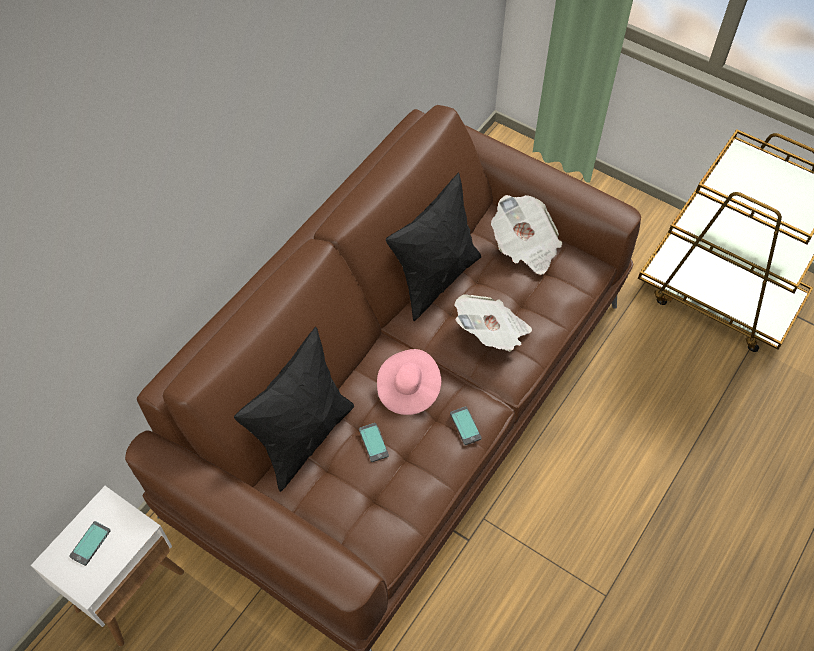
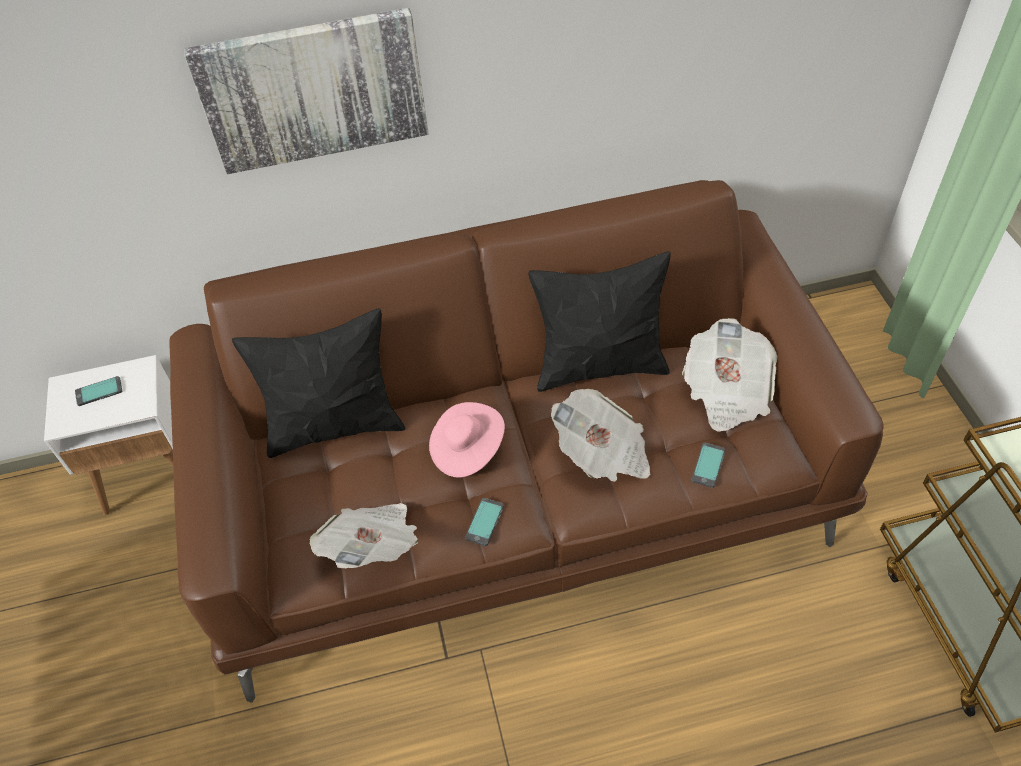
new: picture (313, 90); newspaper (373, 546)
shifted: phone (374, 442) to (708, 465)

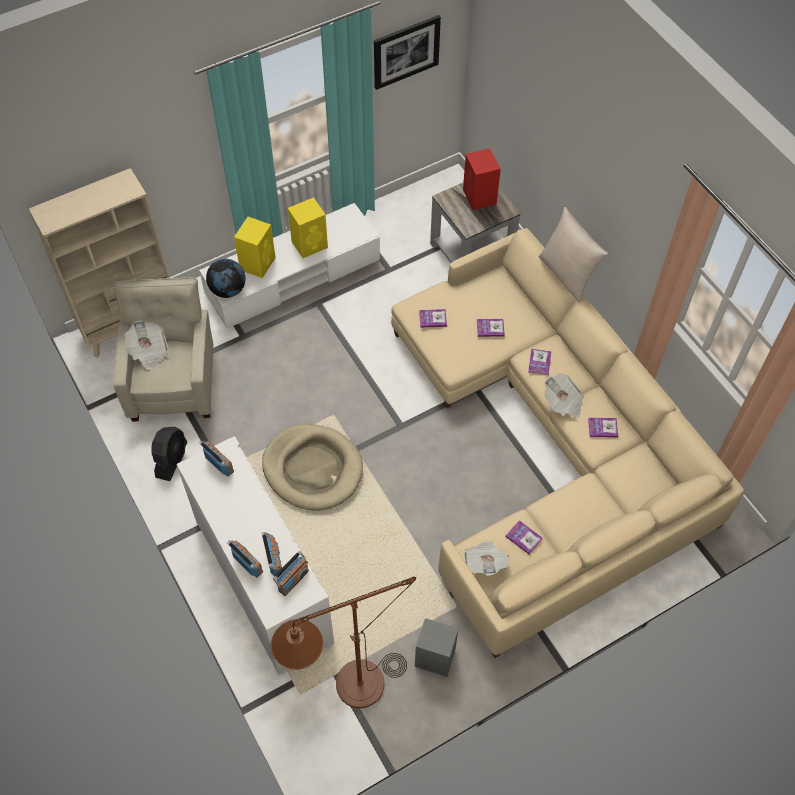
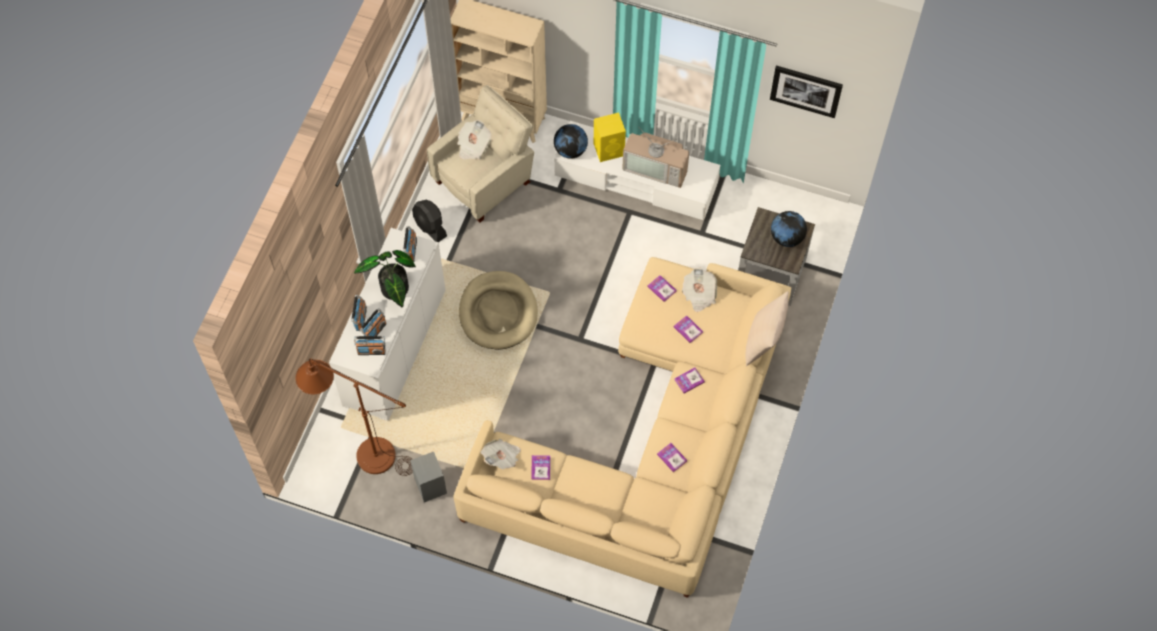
new: potted plant (393, 291)
shifted: newspaper (563, 403) to (699, 295)
swapped: yellow speaker (310, 244) to television (656, 167); red speaker (479, 197) to globe (786, 237)
rotated: black fan (172, 459) = (430, 227) 75 degrees clockwise

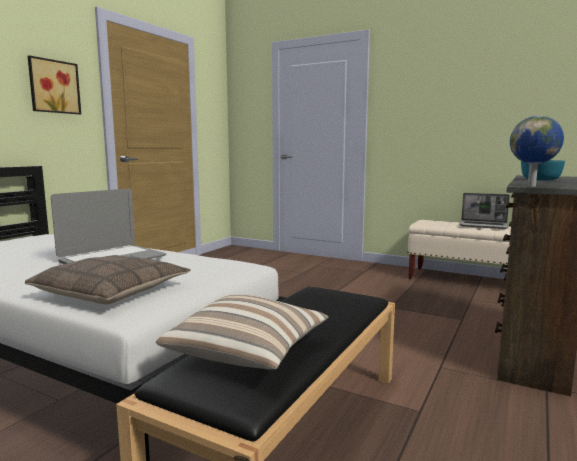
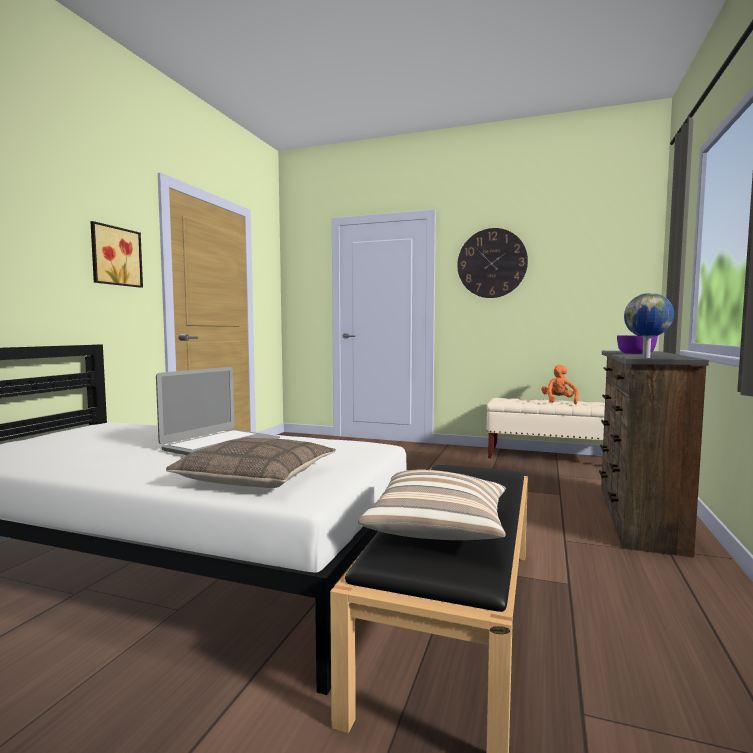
new: wall clock (492, 263)
swapped: laptop (484, 225) to orange plush toy (559, 401)
repainted: turquoise bowl (541, 179) to purple bowl (636, 353)

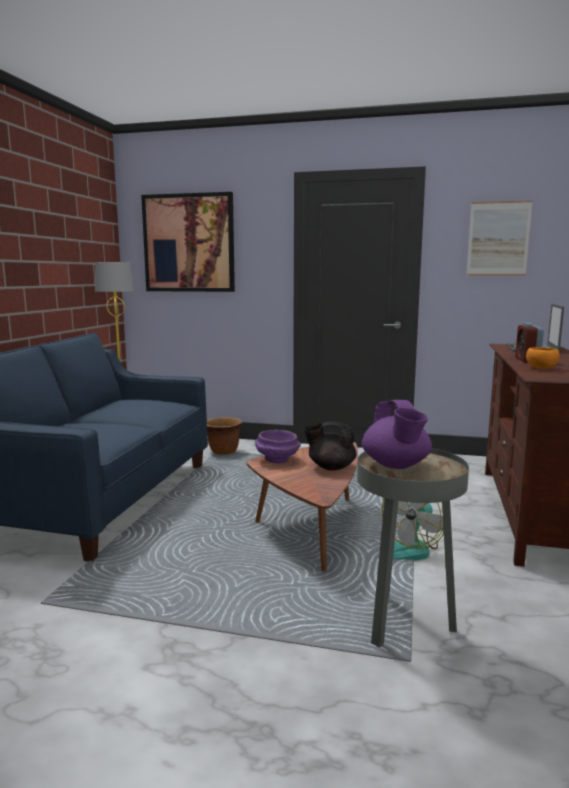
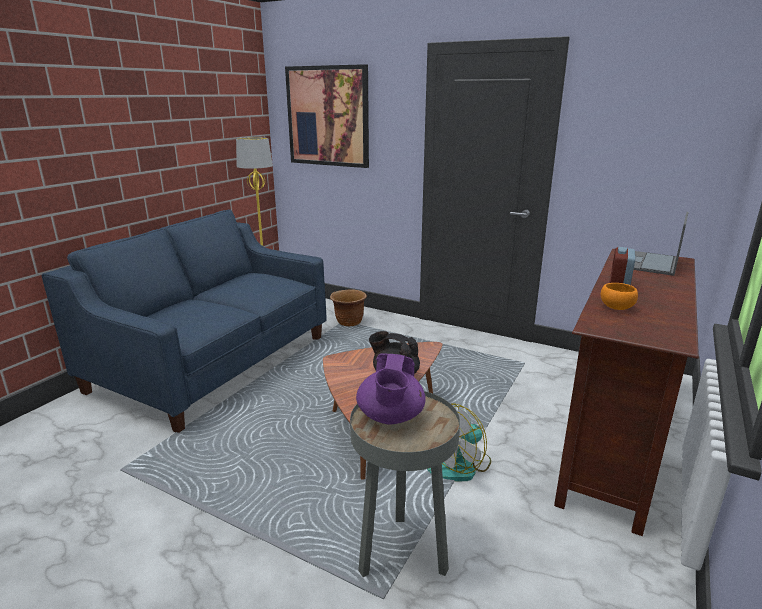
gone: purple bowl (277, 459); picture (498, 238)

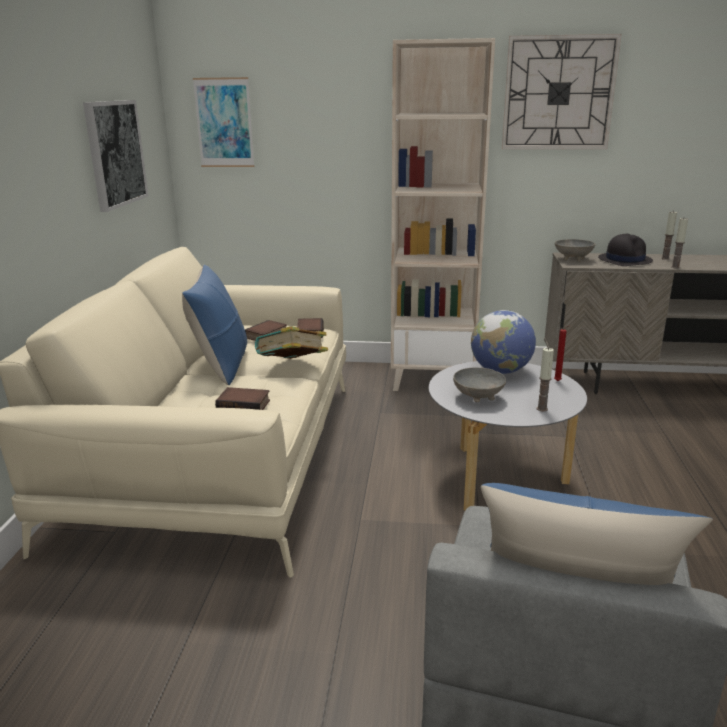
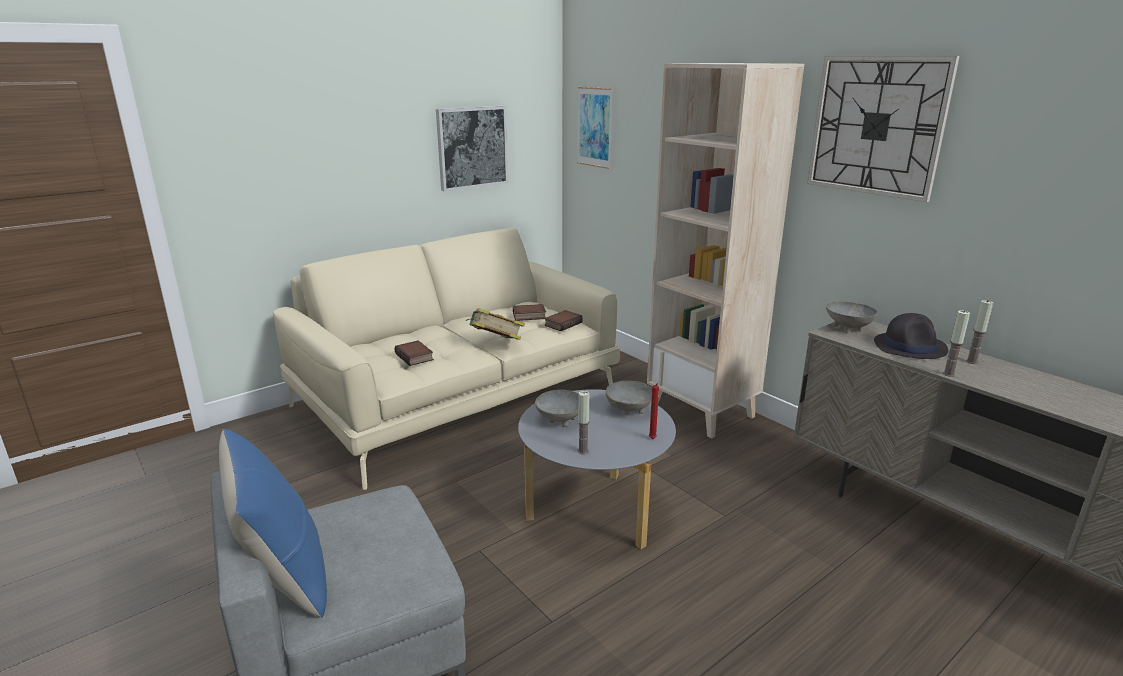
gone: blue pillow (221, 365)
swapped: globe (500, 371) to grey bowl (628, 410)

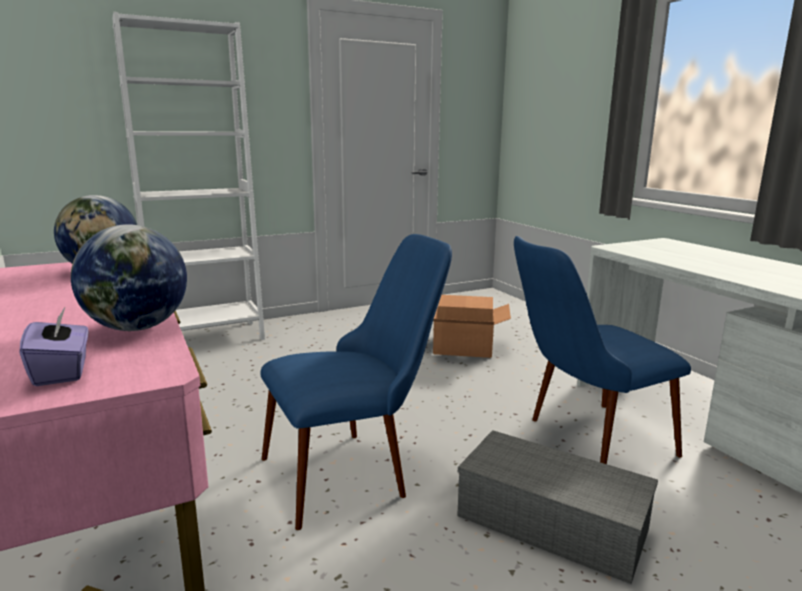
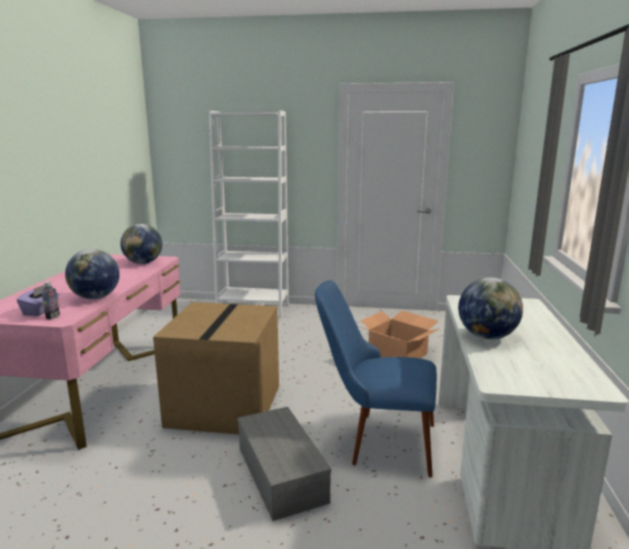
new: bottle (53, 317); globe (487, 336)
swapped: blue chair (355, 469) to cardboard box (225, 406)

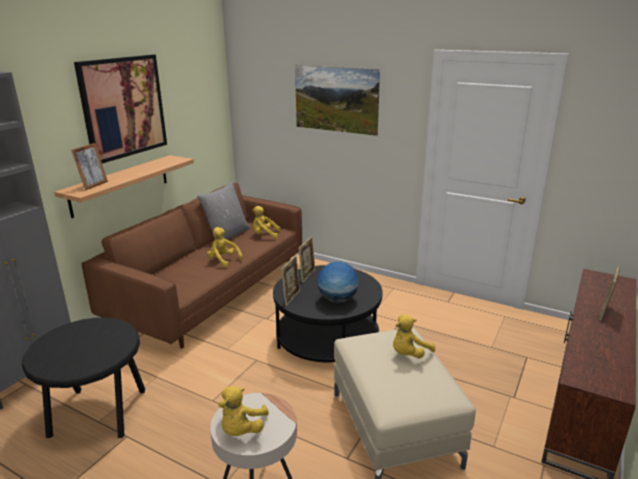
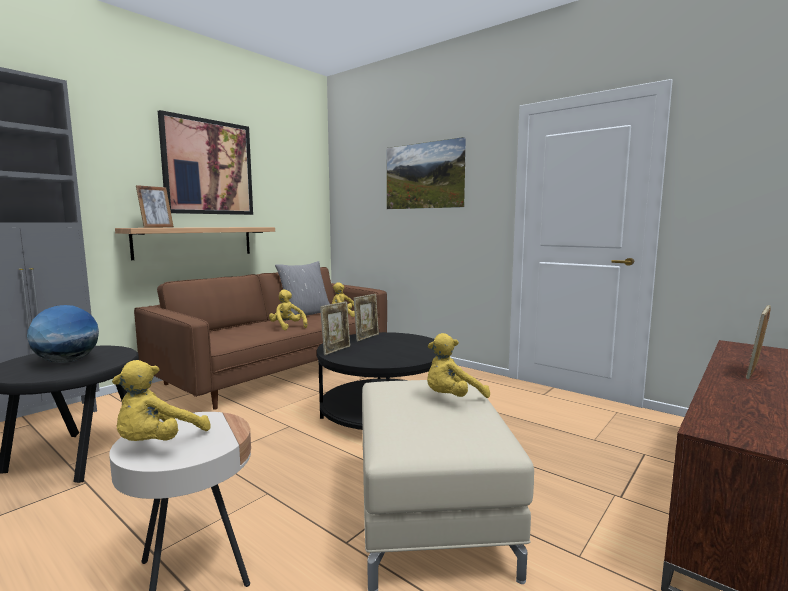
shifted: globe (337, 299) to (67, 361)

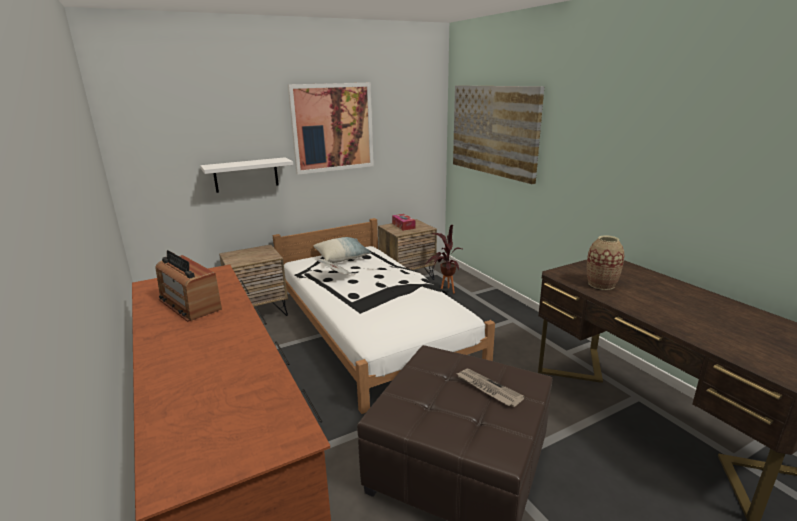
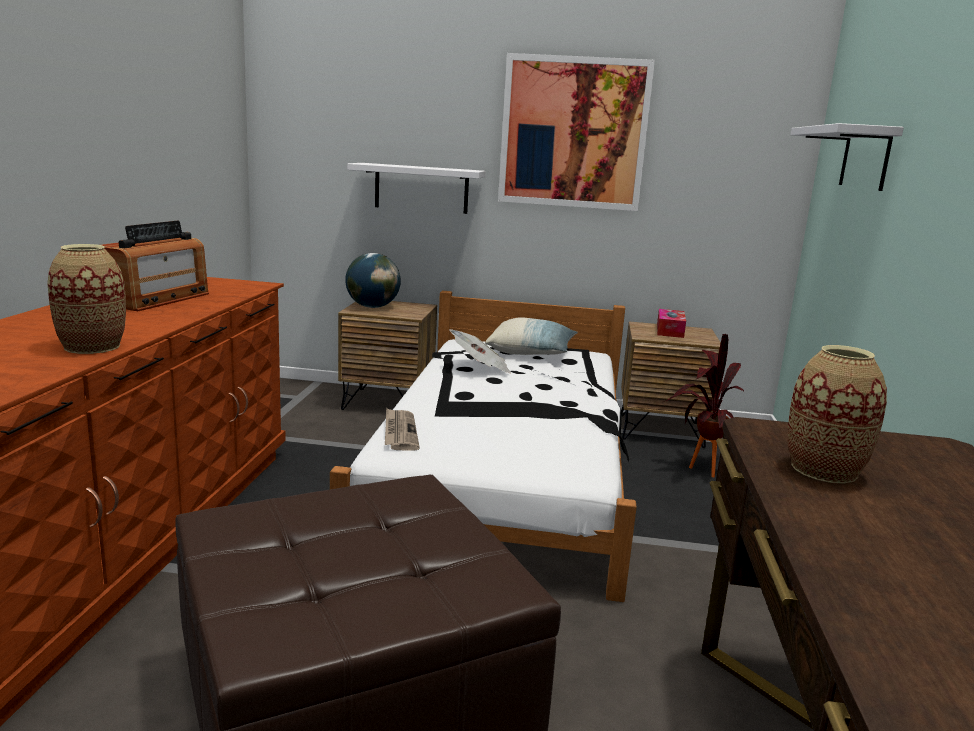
new: vase (92, 347); globe (372, 307)
shifted: newspaper (487, 389) to (399, 432)
swapped: picture (494, 130) to white shelf (865, 158)
rotated: radio (190, 304) = (155, 299) 150 degrees counterclockwise

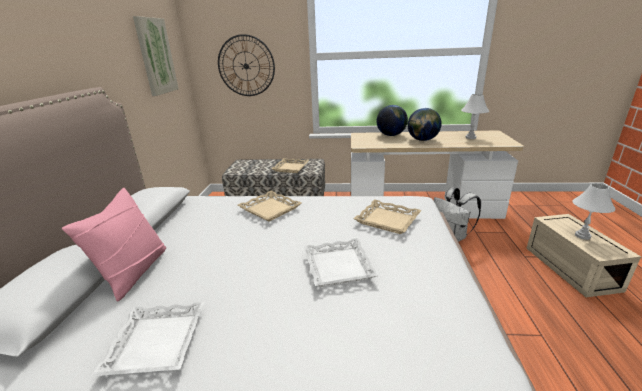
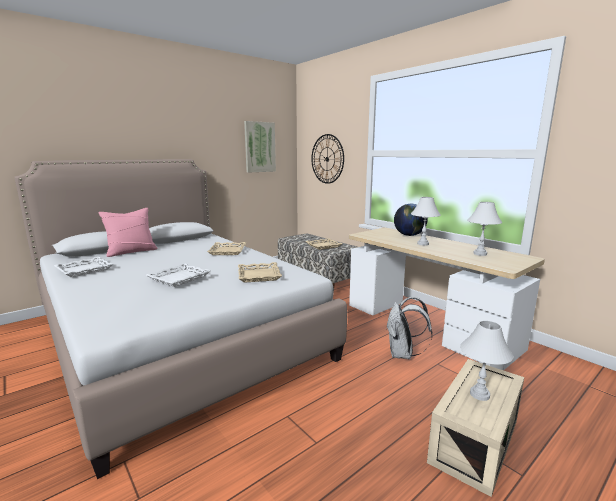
swapped: globe (422, 140) to white table lamp (423, 244)

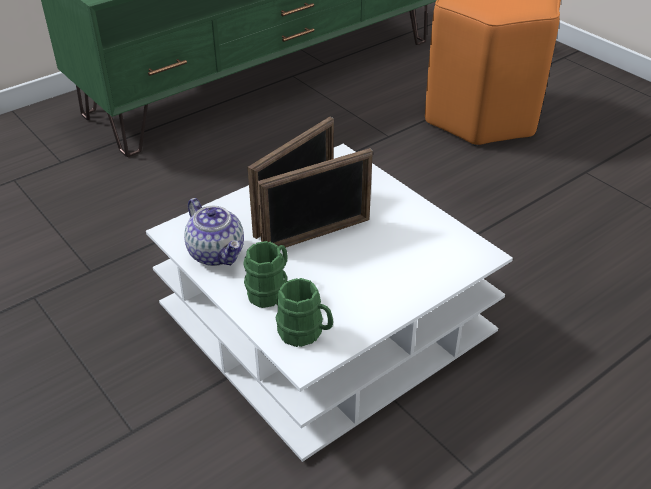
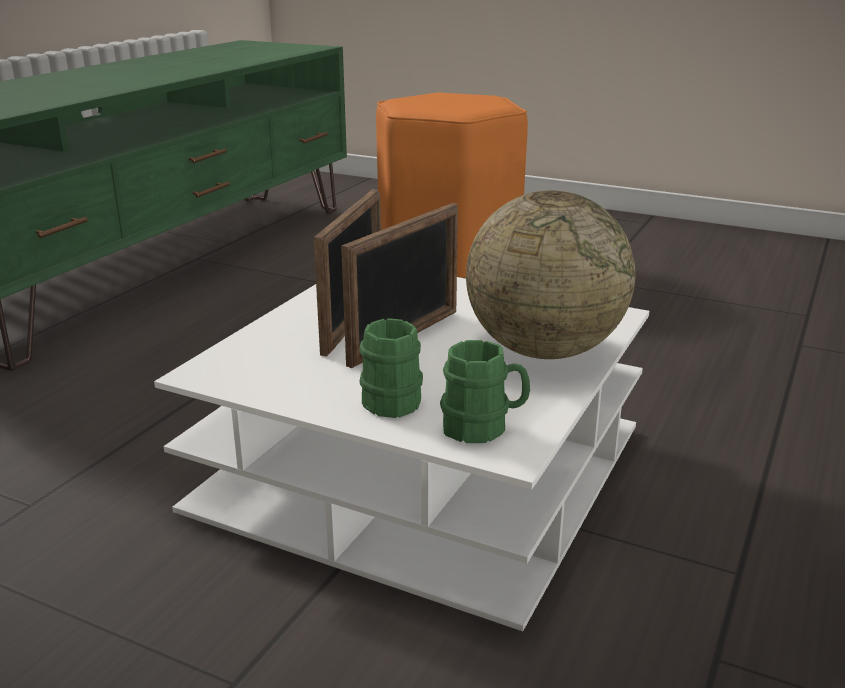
gone: teapot (217, 253)
new: globe (544, 350)

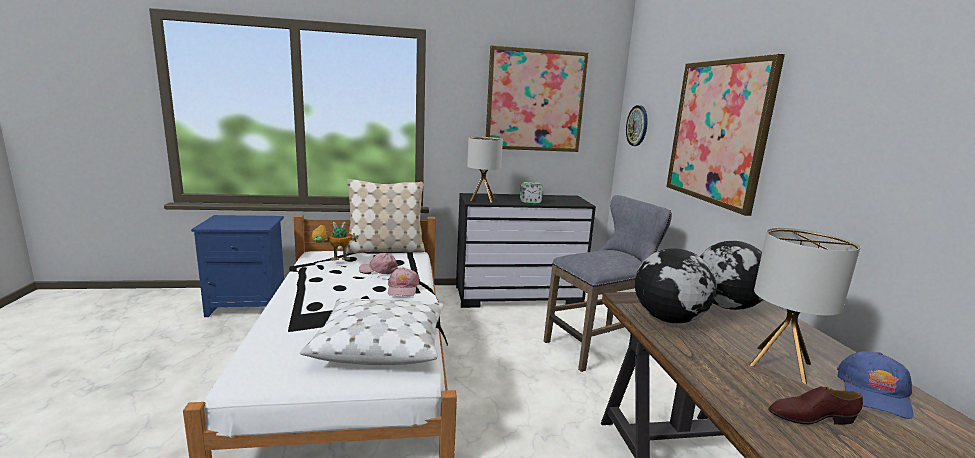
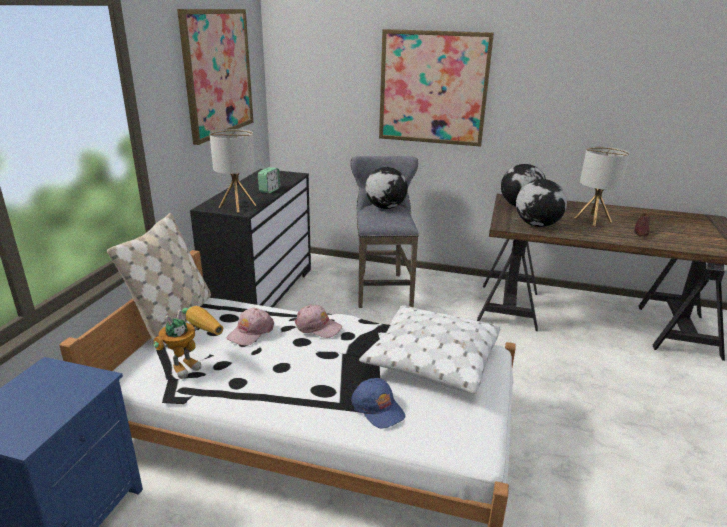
gone: wall clock (637, 125)
new: globe (385, 207)
shifted: blue cap (874, 393) to (378, 408)
rotated: toy robot (332, 263) = (192, 363) 150 degrees counterclockwise

